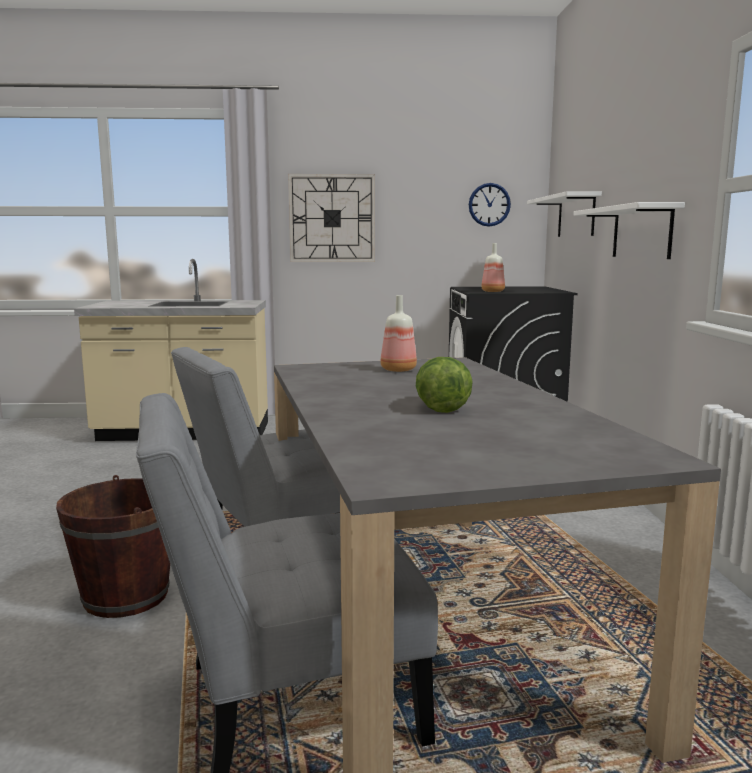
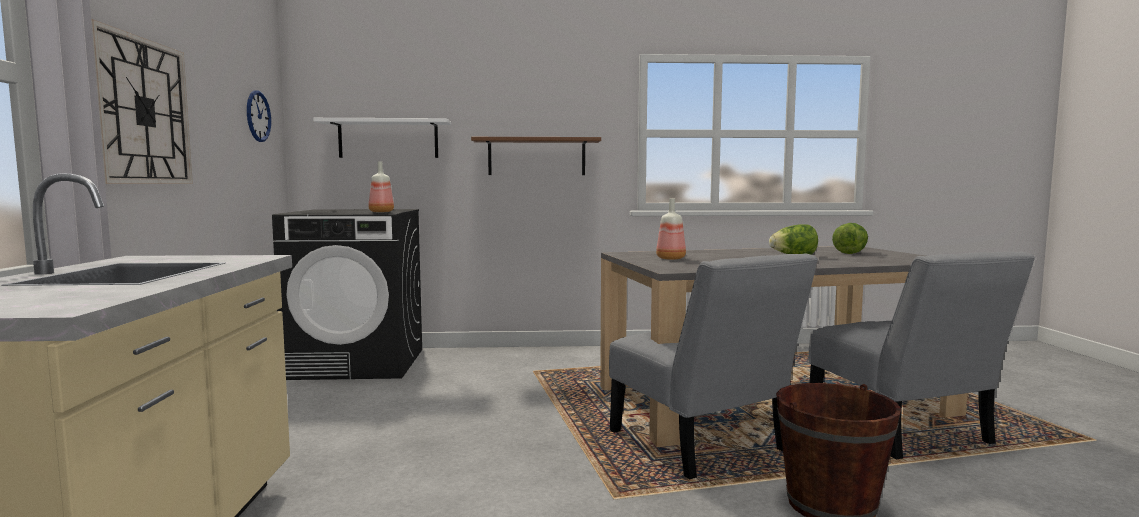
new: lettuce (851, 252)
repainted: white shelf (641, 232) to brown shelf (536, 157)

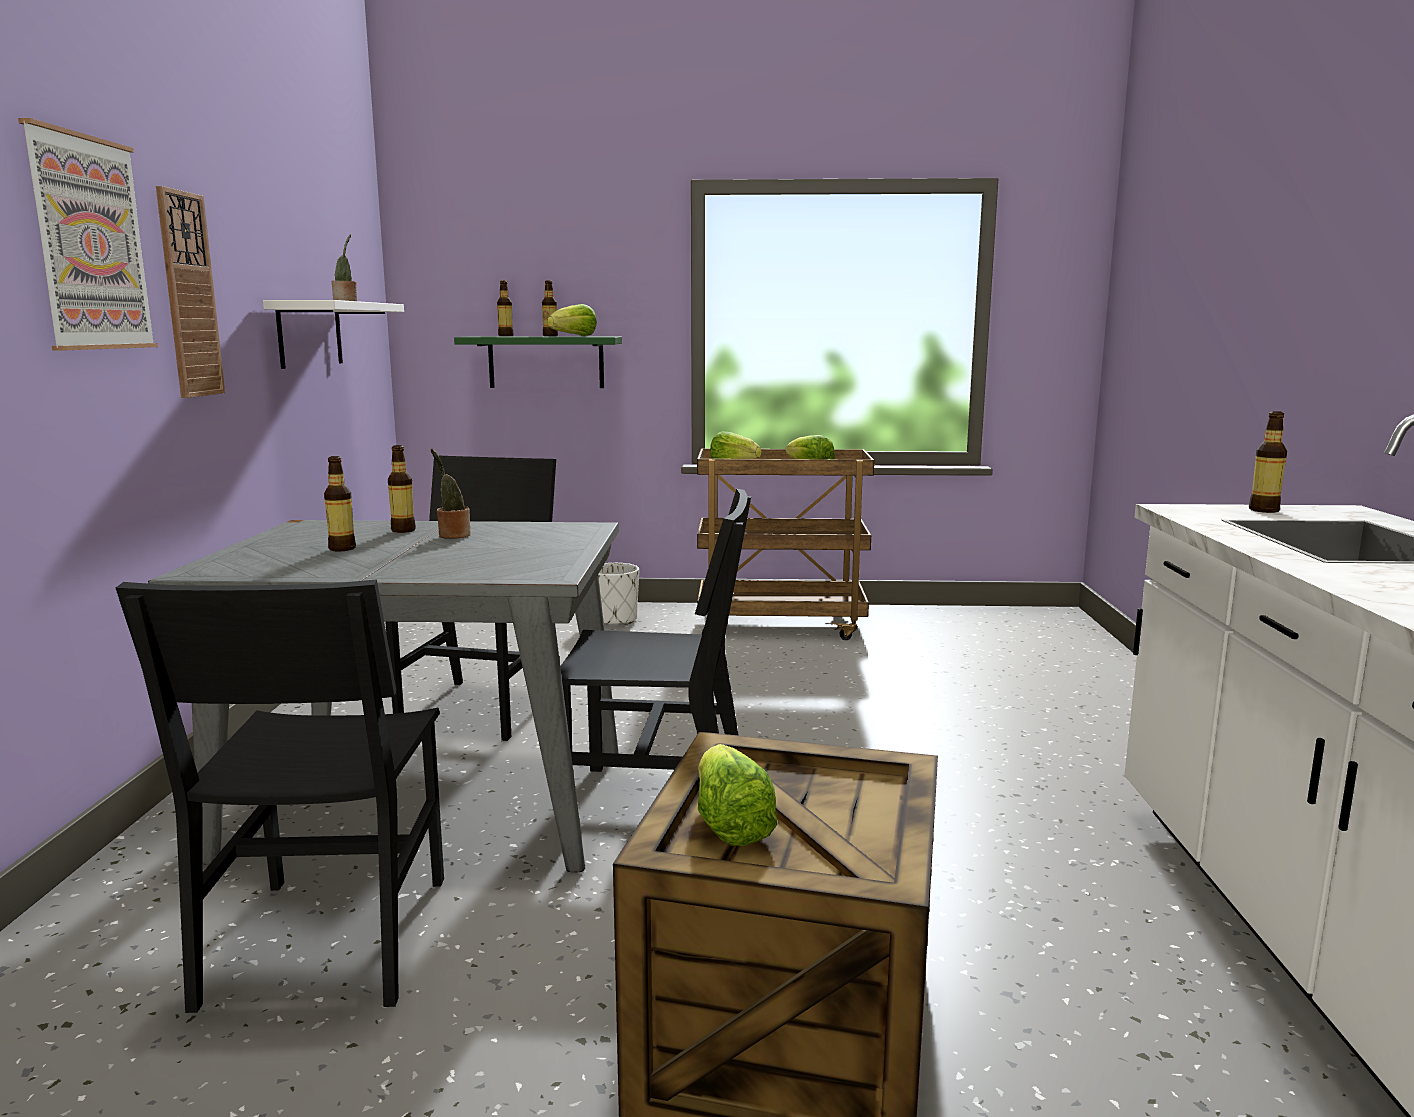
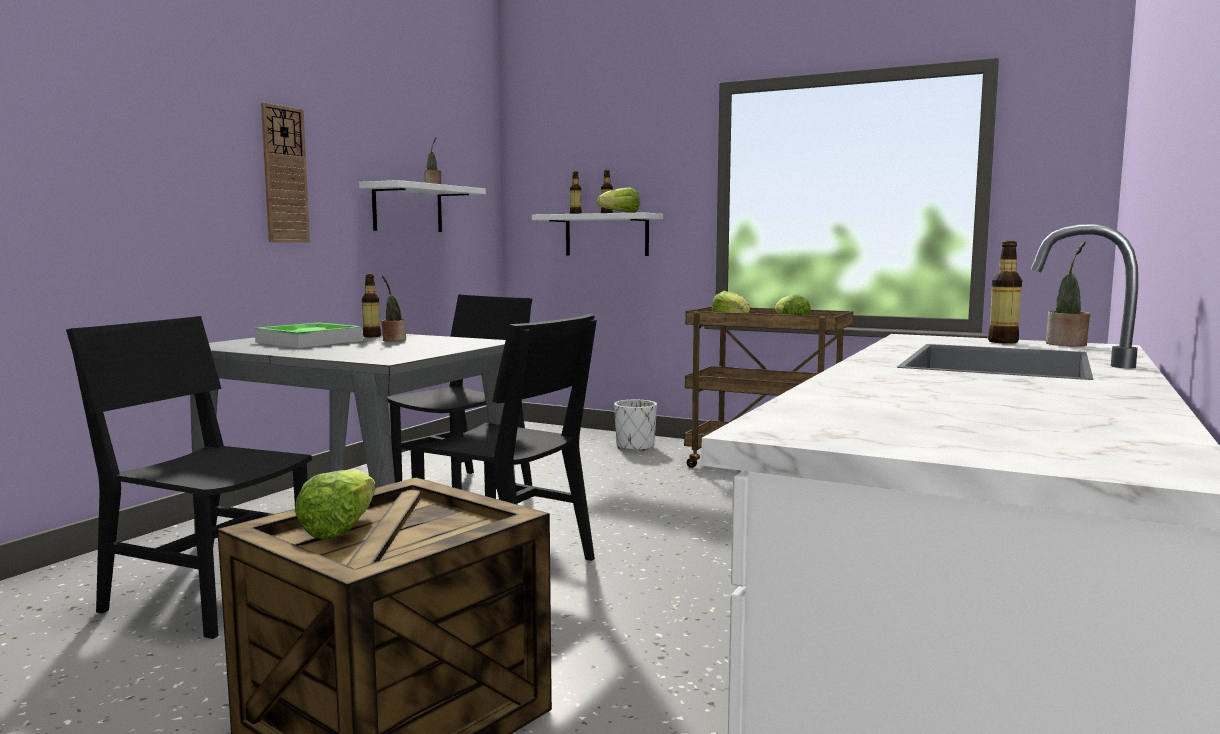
gone: picture (89, 243)
new: potted plant (1067, 344)
swapped: bottle (342, 549) to tray (309, 341)
repainted: green shelf (546, 362) to white shelf (606, 235)
rotated: black chair (328, 938) = (208, 598) 90 degrees clockwise

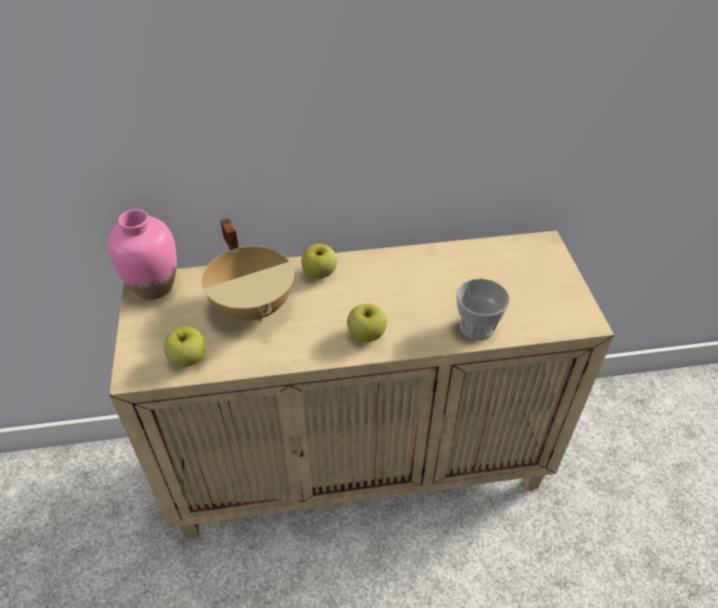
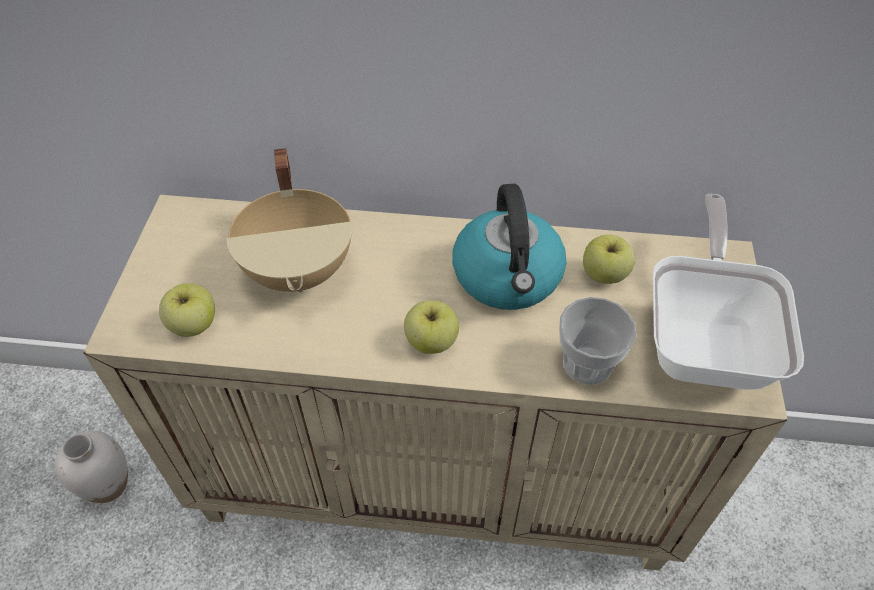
gone: pink vase (153, 286)
new: white vase (108, 485); kettle (508, 277); frying pan (705, 339)
shifted: apple (320, 273) to (604, 275)

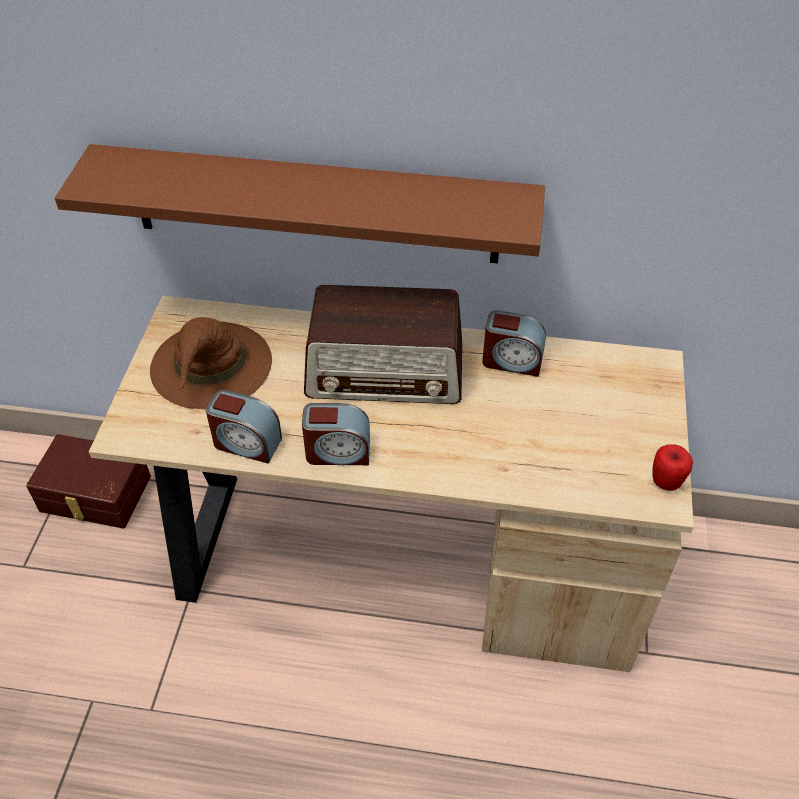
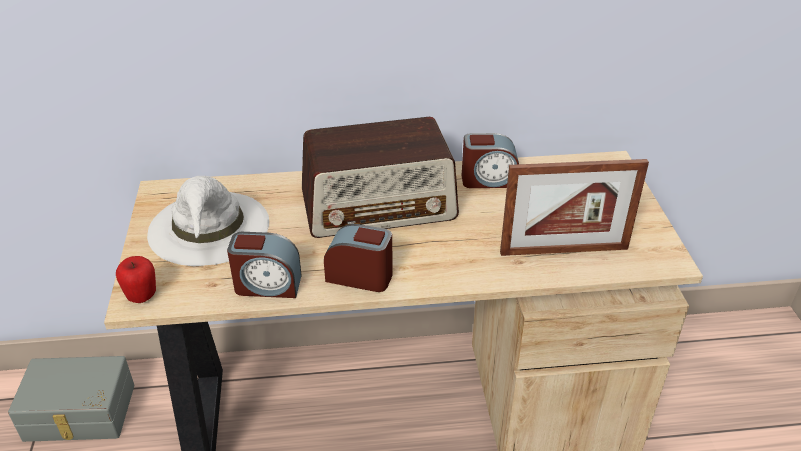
gone: brown shelf (315, 205)
new: picture frame (564, 250)
shifted: apple (666, 482) to (142, 296)
repainted: brown storage box (94, 495) to grey storage box (79, 414); brown hat (211, 366) to white hat (209, 228)
rotated: alarm clock (338, 452) = (360, 276) 150 degrees counterclockwise

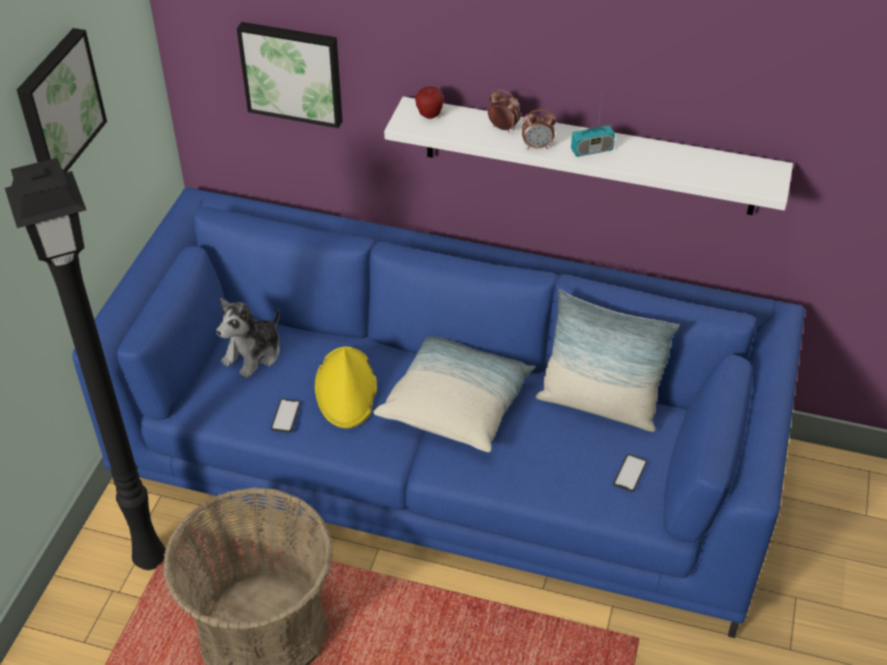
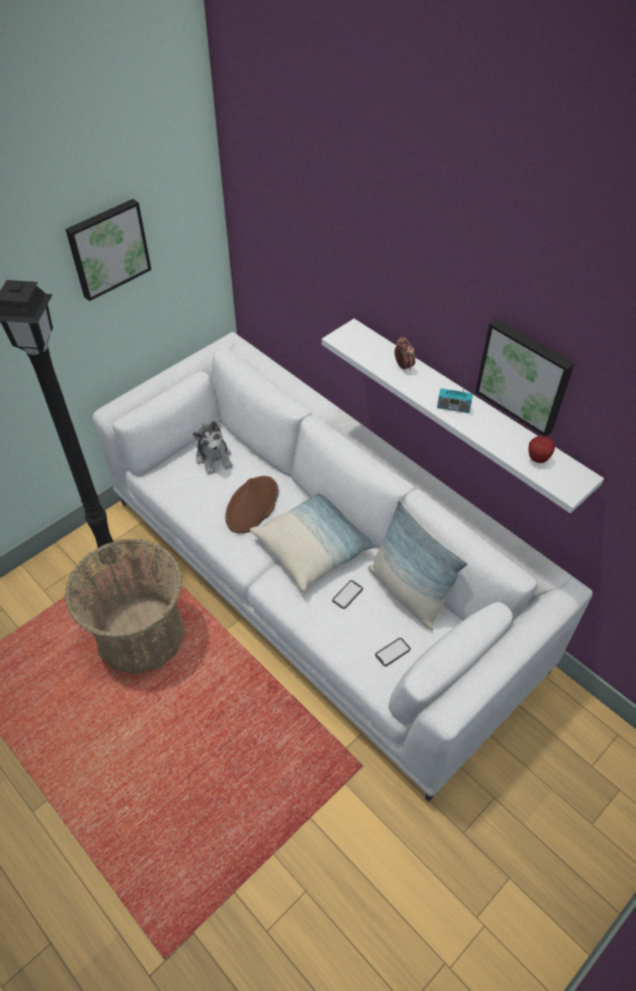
gone: alarm clock (537, 146)
shifted: picture (293, 72) to (525, 376); phone (285, 416) to (347, 594); apple (429, 115) to (537, 459)
repainted: blue sofa (444, 464) to white sofa (319, 582); yellow hat (346, 389) to brown hat (252, 505)
rotated: plush toy (253, 354) = (214, 458) 90 degrees counterclockwise

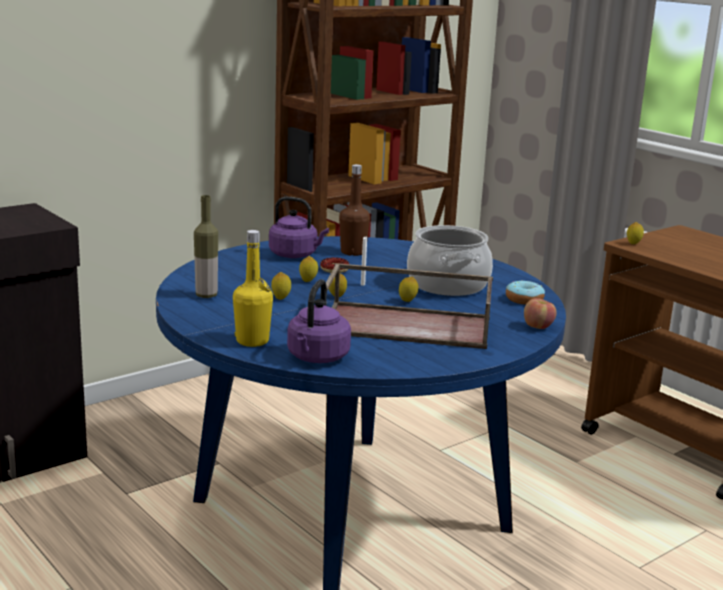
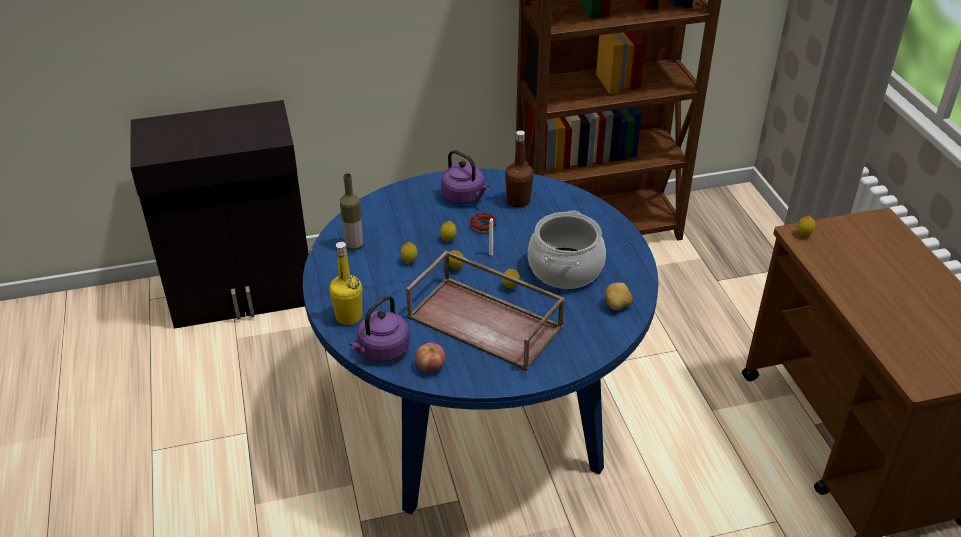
shifted: apple (538, 327) to (430, 367)
swapped: donut (524, 300) to potato (617, 306)

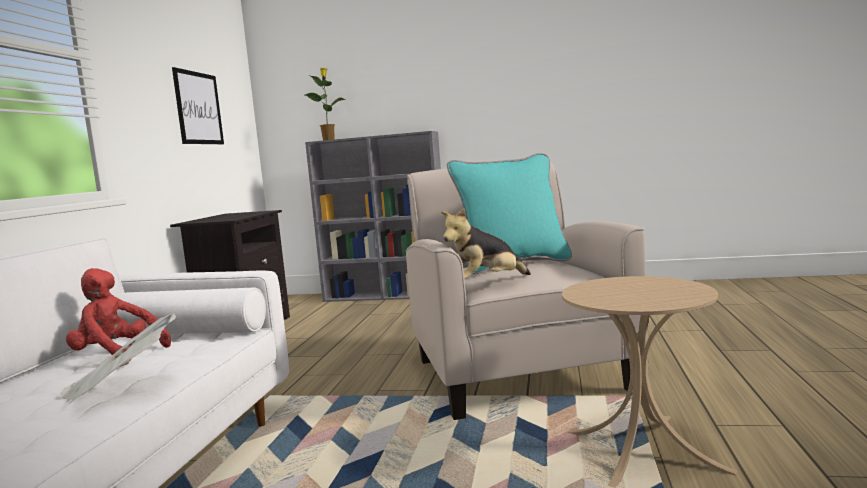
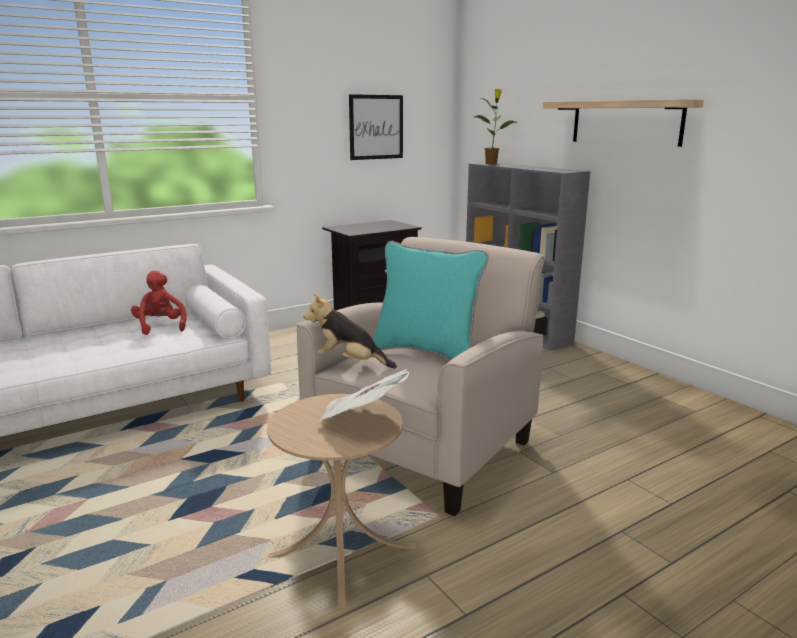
new: shelf (625, 122)
shifted: newspaper (121, 387) to (362, 418)

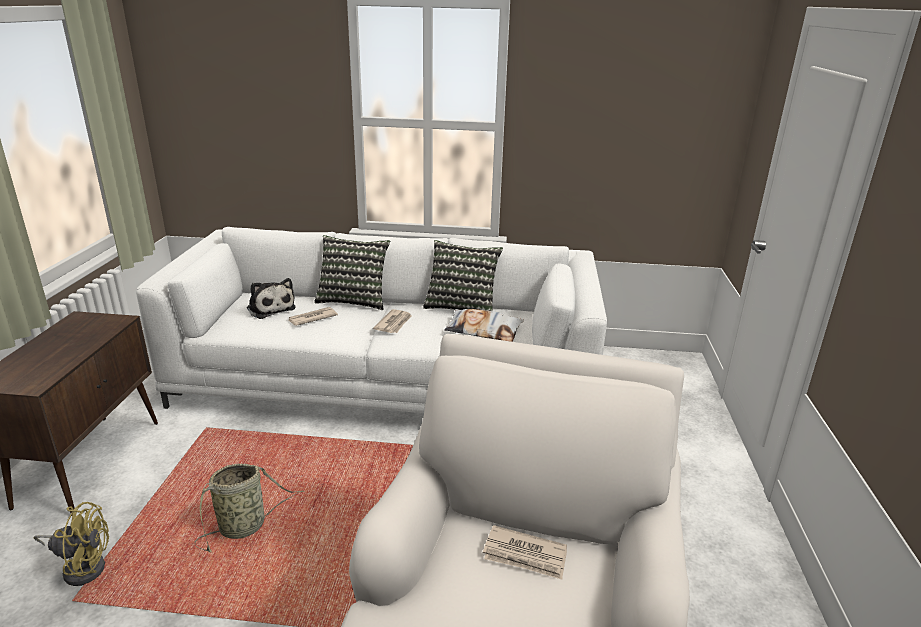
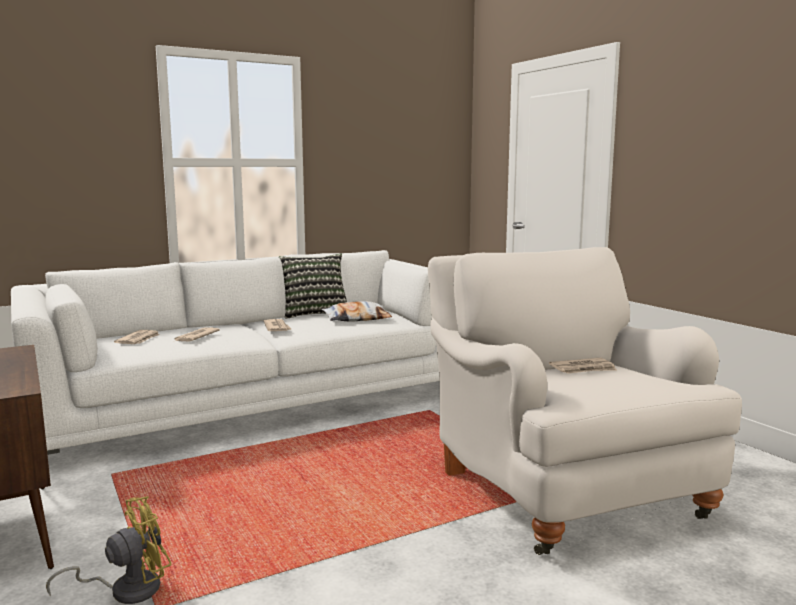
gone: basket (246, 526); pillow (354, 300)
swapped: plush toy (270, 308) to newspaper (139, 340)

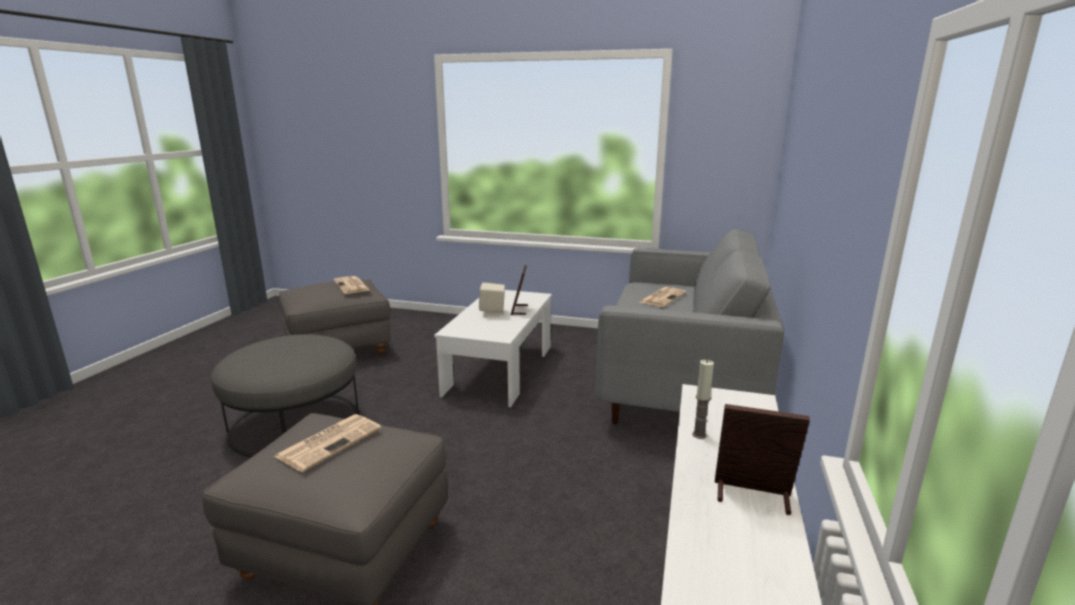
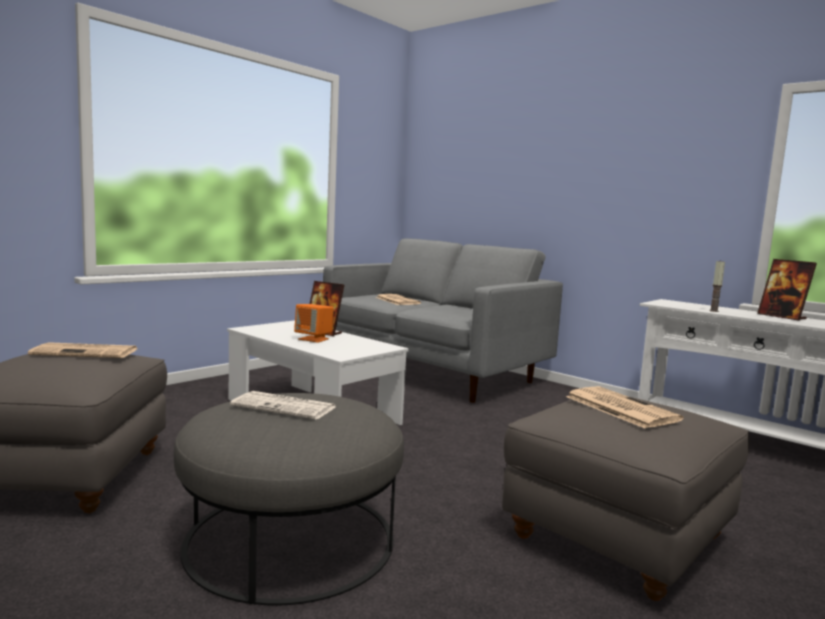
new: newspaper (286, 407)
repainted: beige speaker (492, 313) to orange speaker (314, 339)
rotated: picture frame (752, 497) = (782, 317) 75 degrees counterclockwise

